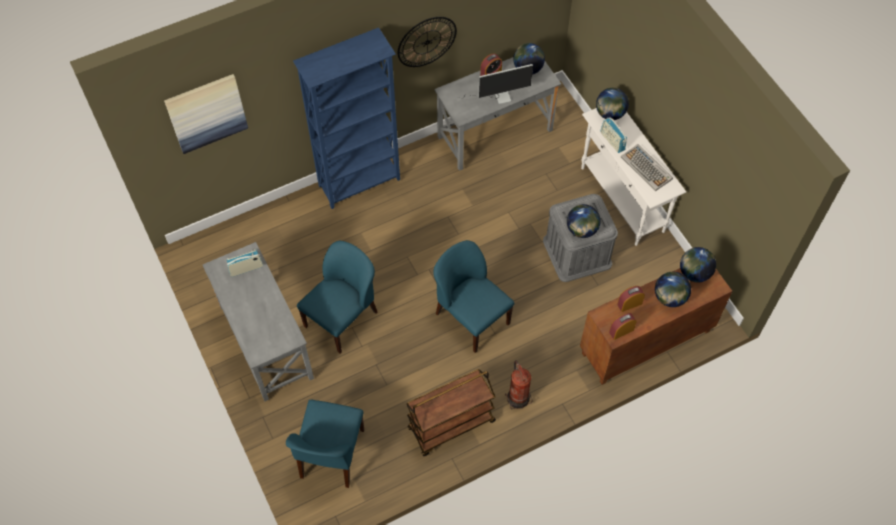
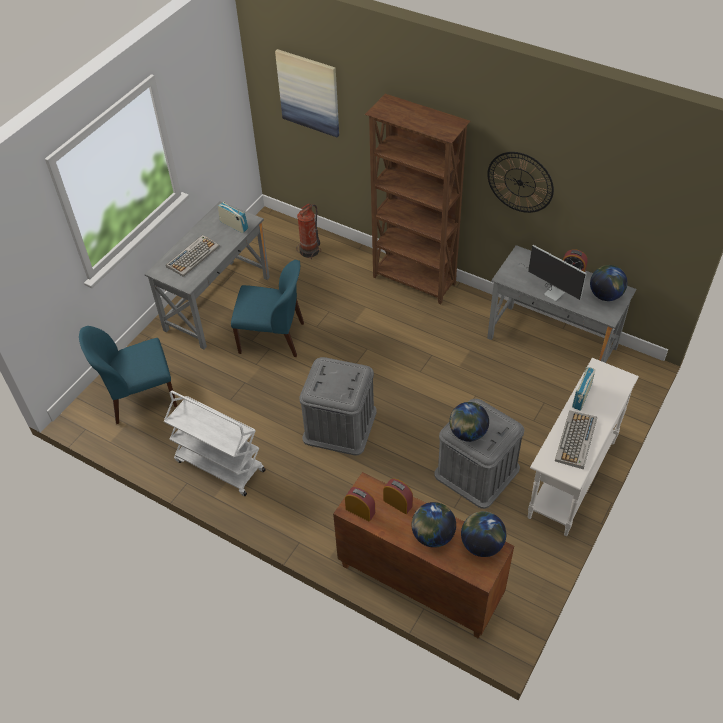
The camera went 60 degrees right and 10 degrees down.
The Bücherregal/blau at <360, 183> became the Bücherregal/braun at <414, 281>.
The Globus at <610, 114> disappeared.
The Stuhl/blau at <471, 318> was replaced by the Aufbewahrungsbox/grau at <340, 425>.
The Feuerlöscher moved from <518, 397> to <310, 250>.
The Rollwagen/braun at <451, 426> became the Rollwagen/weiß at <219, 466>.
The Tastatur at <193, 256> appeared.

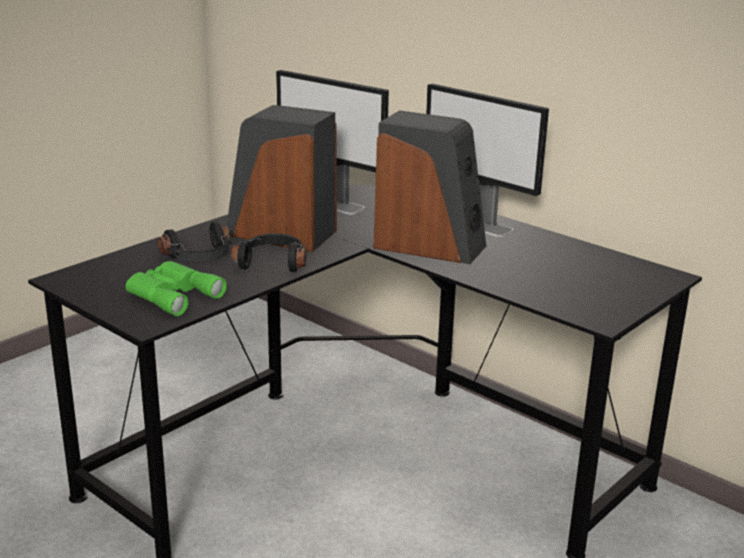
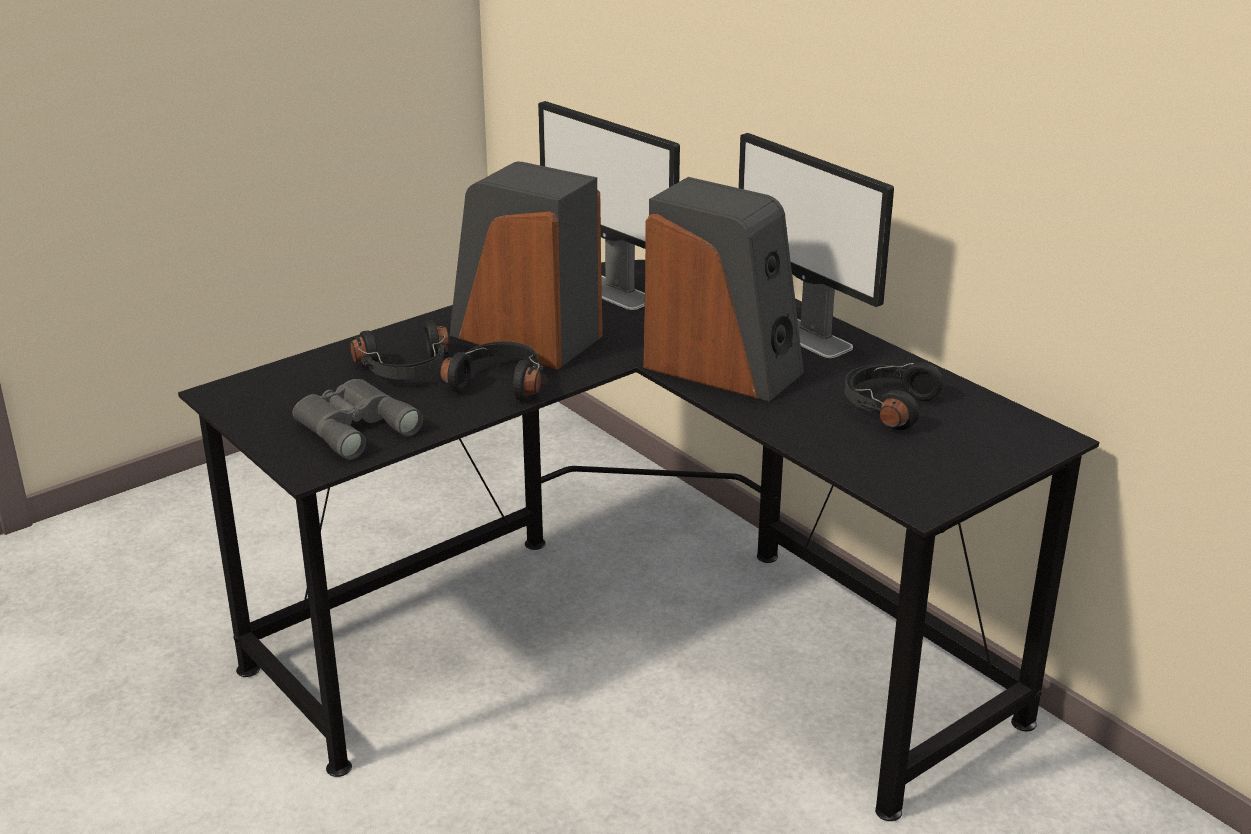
The camera went 10 degrees right and 5 degrees up.
The Fernglas/grün at <172, 294> became the Fernglas/grau at <353, 426>.
The Kopfhörer/schwarz at <887, 407> appeared.

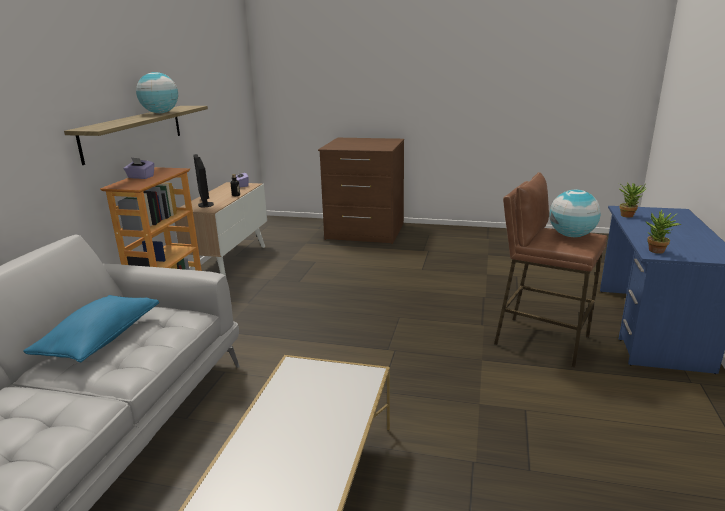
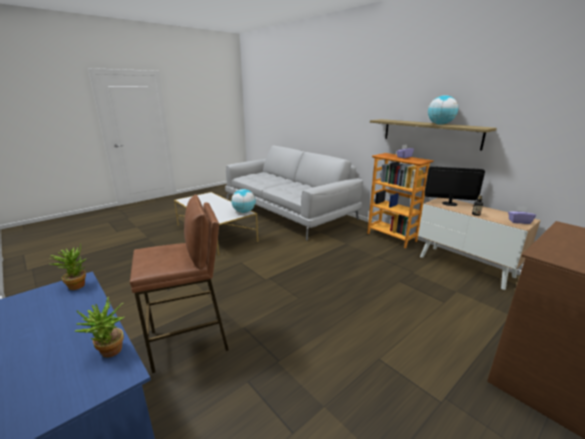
The camera went 125 degrees right and 0 degrees up.
The Globus moved from <571, 235> to <244, 212>.
The Kissen/blau at <100, 340> disappeared.

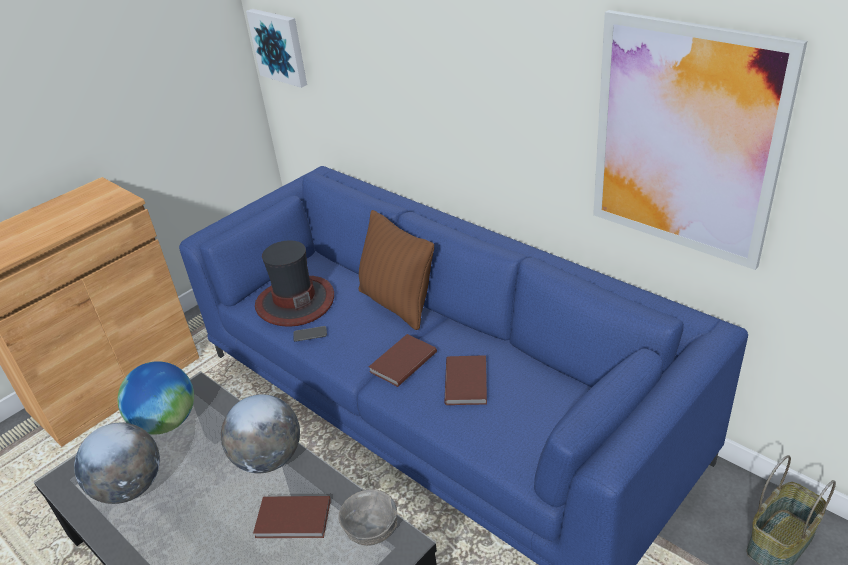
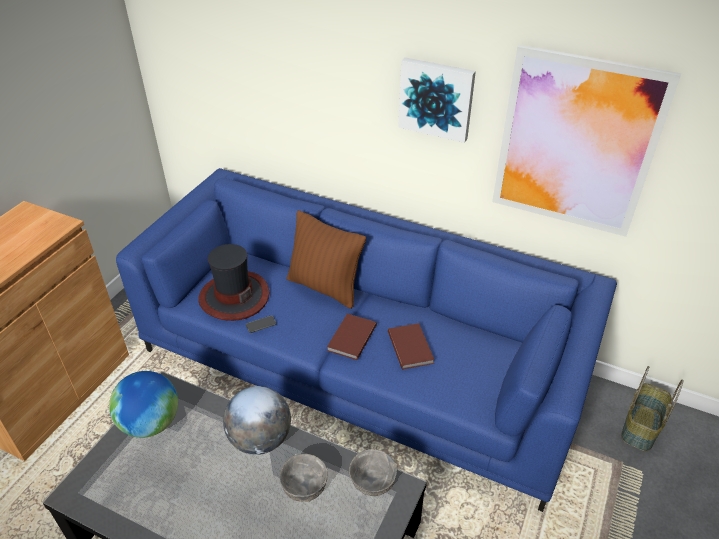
The camera went 20 degrees left and 5 degrees up.
The Bild moved from <279, 46> to <436, 98>.
The Globus at <130, 488> disappeared.
The Buch/braun at <294, 520> was replaced by the Schüssel/grau at <305, 487>.

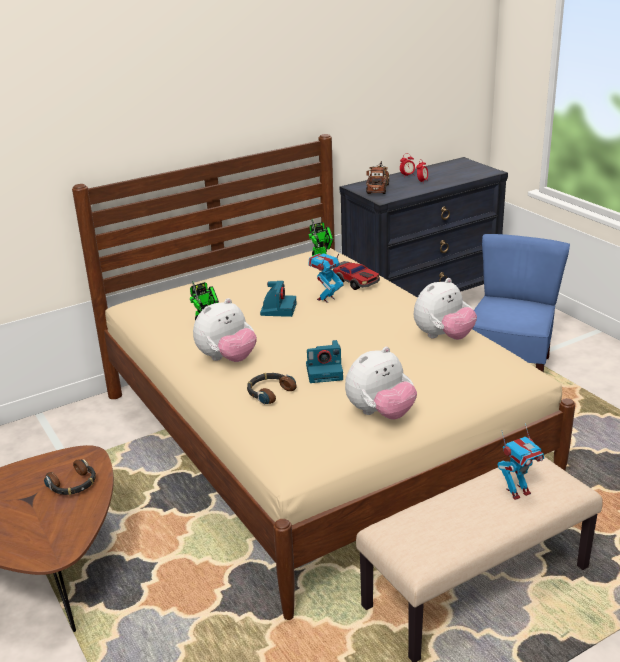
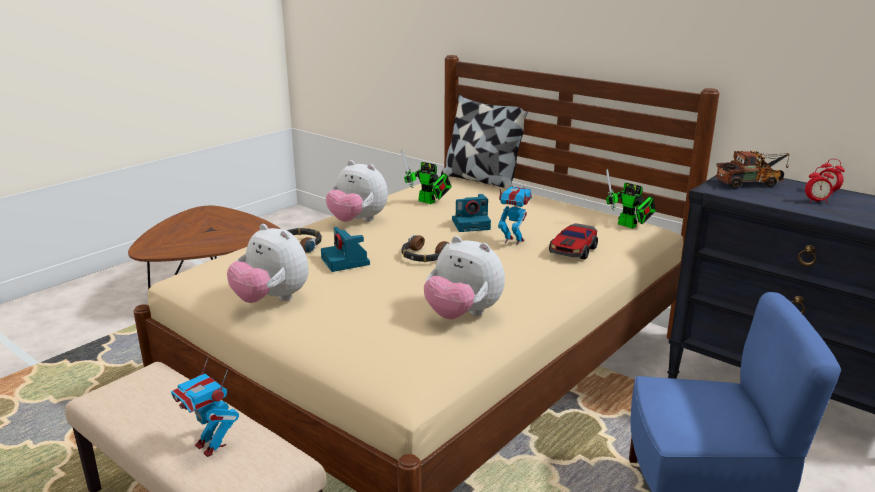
The camera went 70 degrees right and 5 degrees down.
The Kopfhörer moved from <73, 484> to <424, 256>.
The Kissen at <481, 180> appeared.

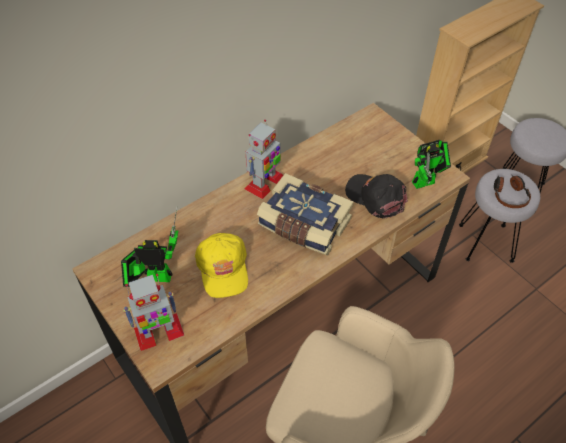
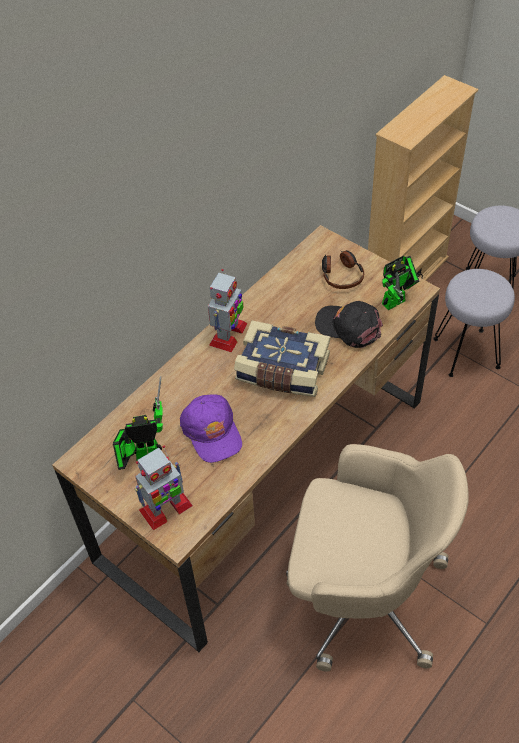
The camera went 10 degrees left and 0 degrees up.
The Kopfhörer moved from <509, 195> to <341, 275>.
The Kappe/gelb at <223, 268> became the Kappe/lila at <212, 432>.

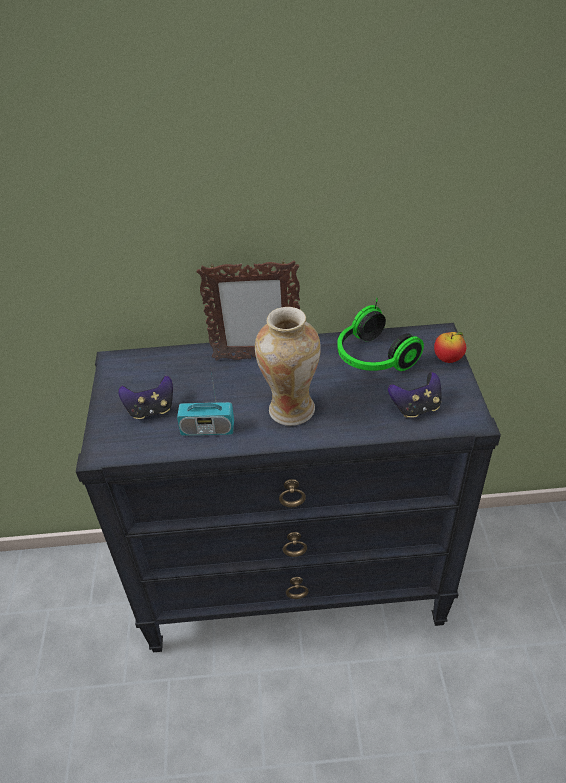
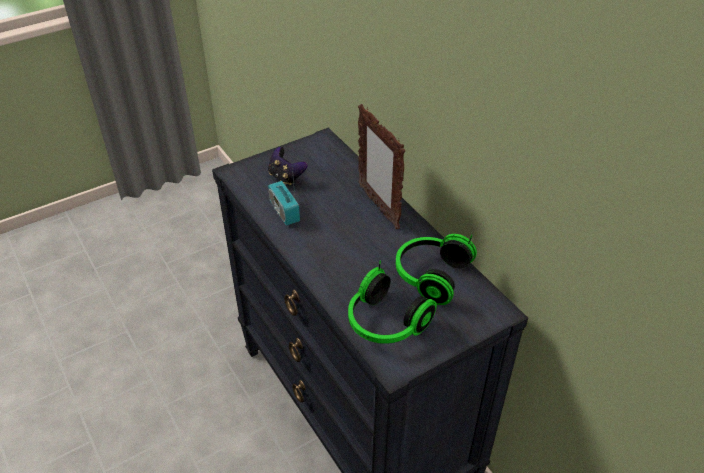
The camera went 60 degrees right and 0 degrees up.
The Vase at <291, 409> disappeared.
The Apfel at <448, 359> disappeared.
The Gamepad at <416, 408> was replaced by the Kopfhörer at <384, 323>.

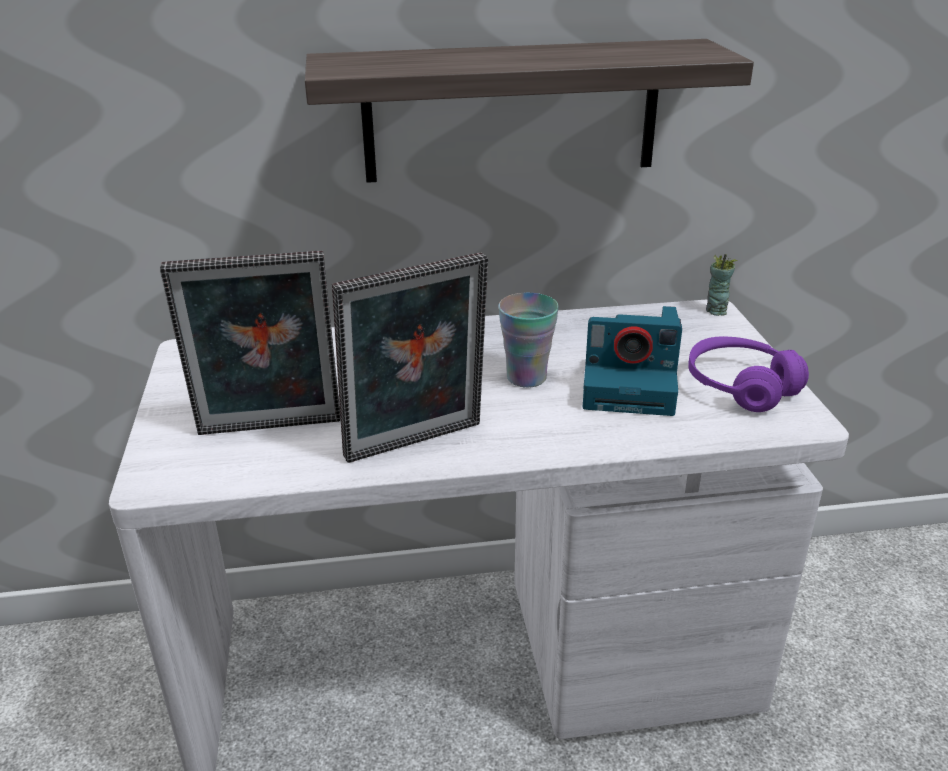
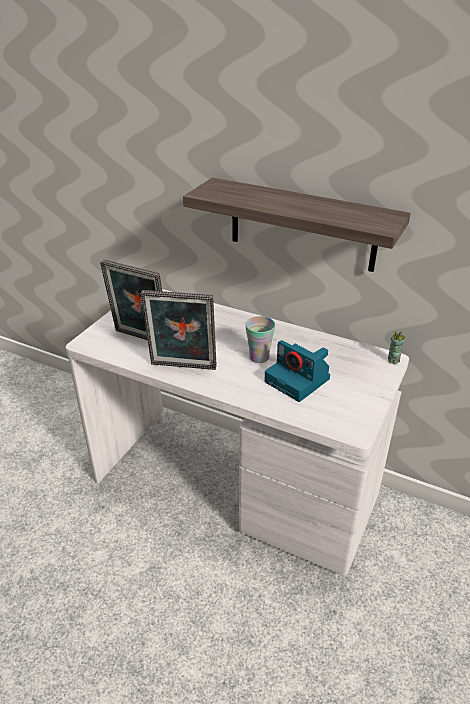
The camera went 35 degrees right and 5 degrees up.
The Kopfhörer/lila at <740, 387> disappeared.

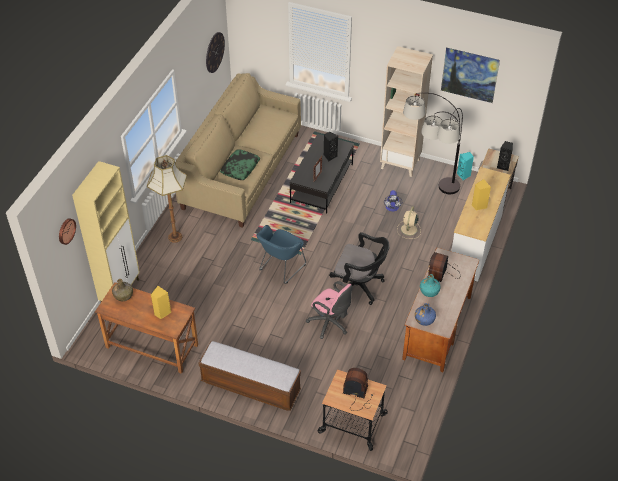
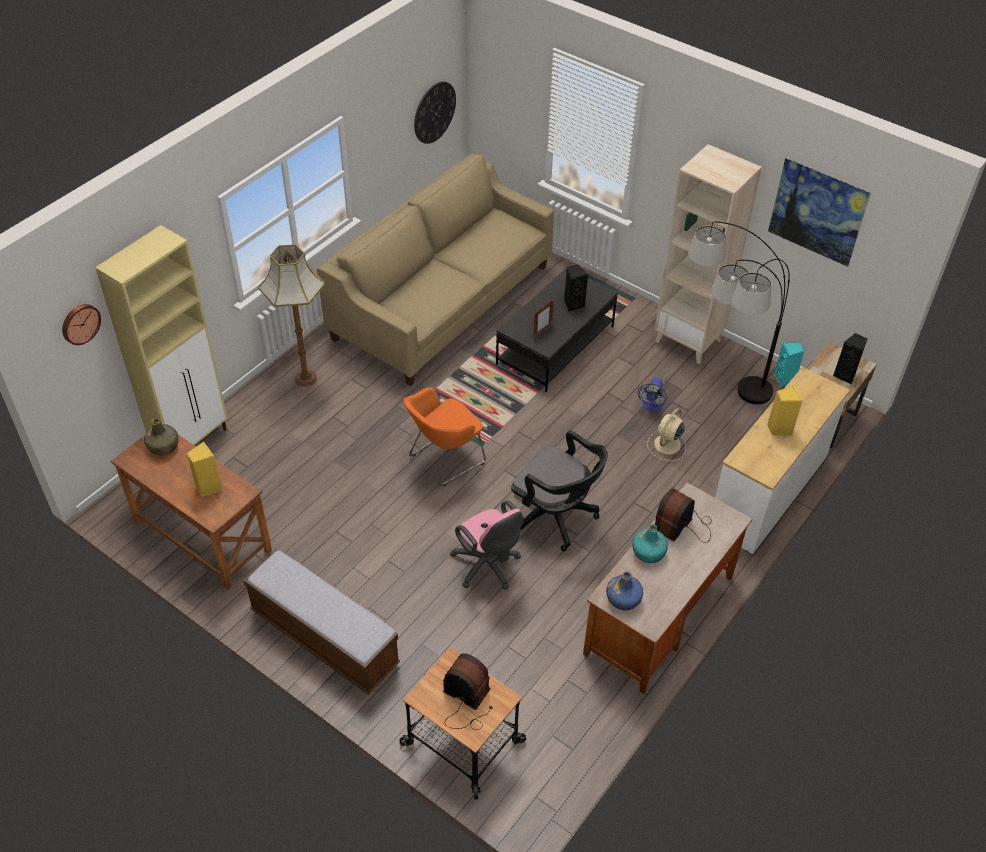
The camera went 15 degrees right and 0 degrees up.
The Kissen at <240, 168> disappeared.
The Sessel/blau at <280, 268> became the Sessel/orange at <443, 460>.

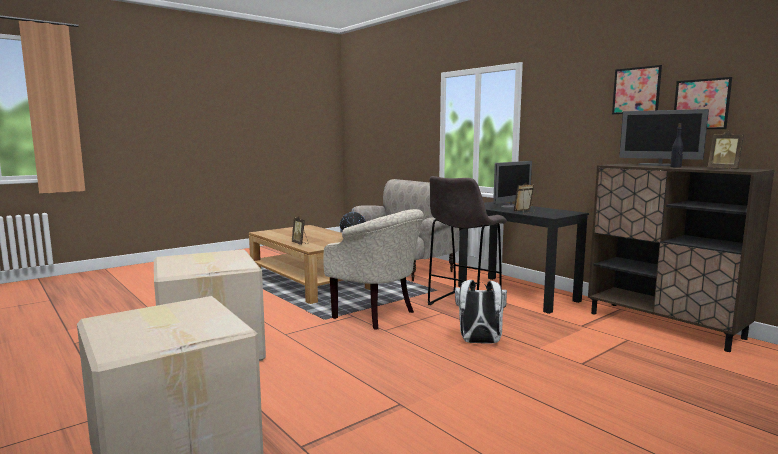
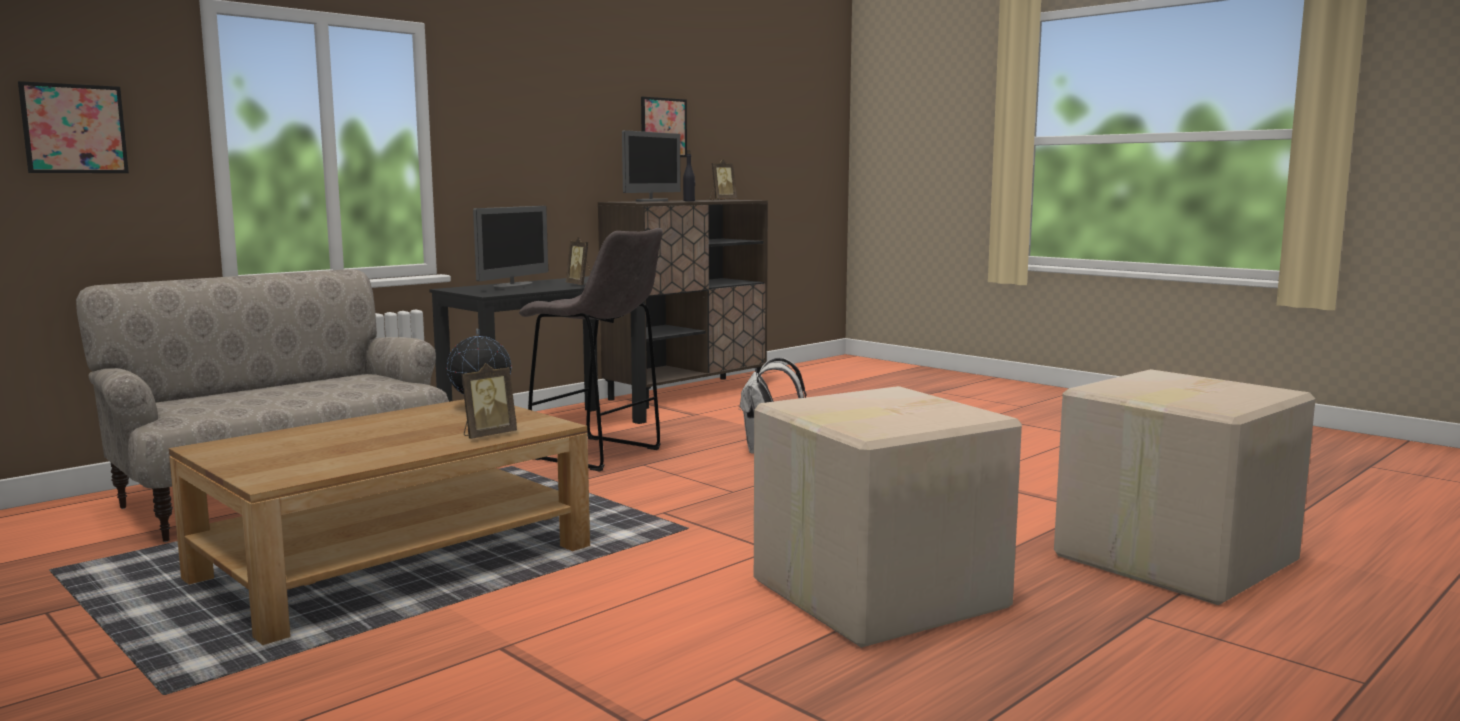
The camera went 95 degrees left and 0 degrees up.
The Bild moved from <636, 90> to <74, 129>.
The Monitor at <511, 206> turned 75 degrees clockwise.
The Sessel/beige at <378, 315> disappeared.

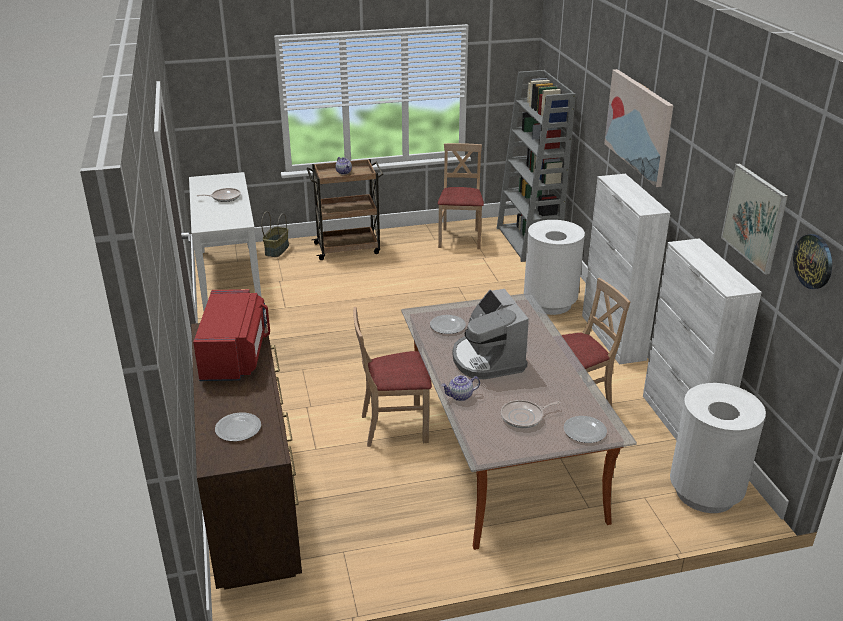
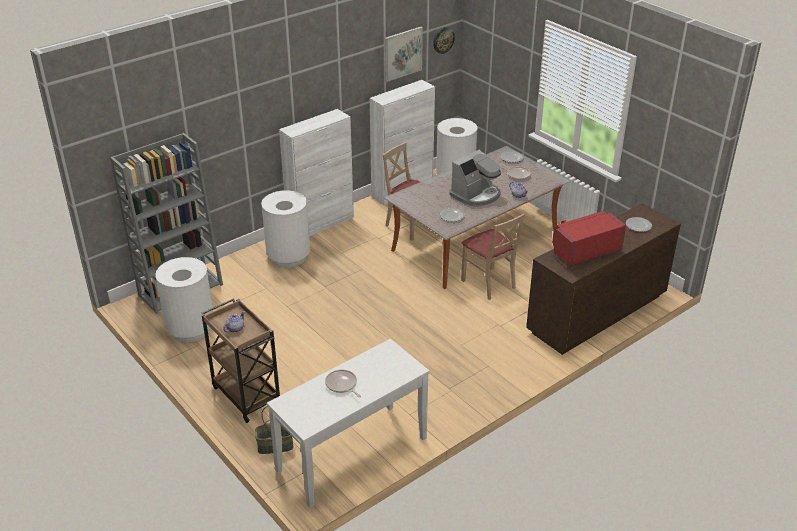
The camera went 115 degrees left and 5 degrees up.
The Bild at <639, 125> disappeared.
The Stuhl/beige at <460, 239> was replaced by the Mülleimer/weiß at <190, 329>.

